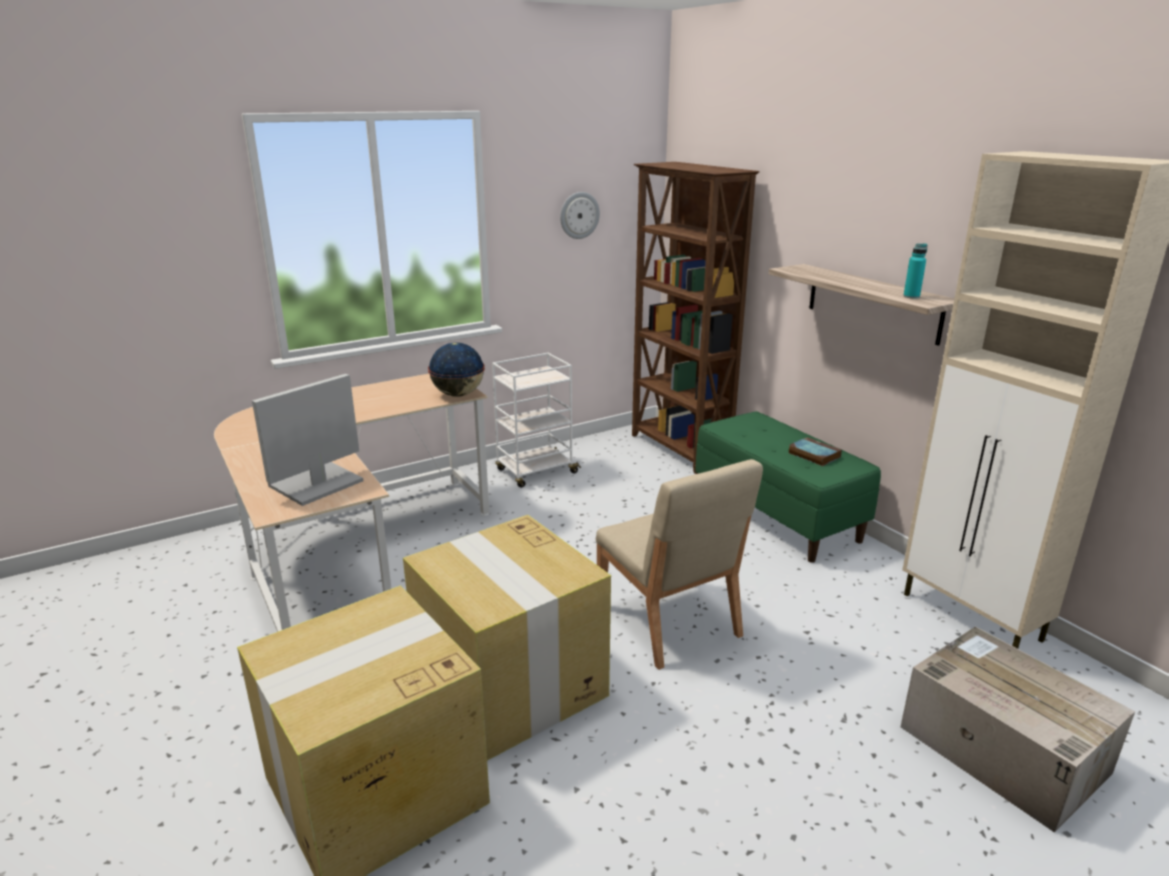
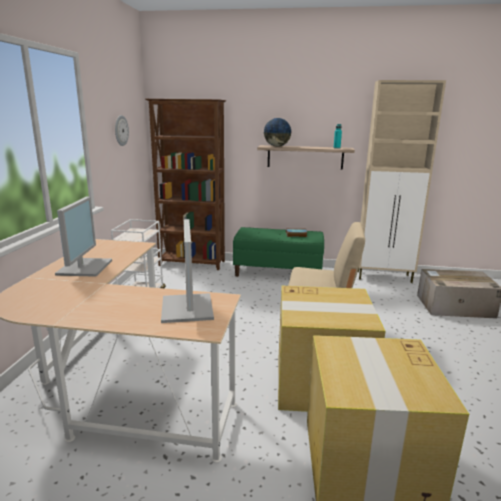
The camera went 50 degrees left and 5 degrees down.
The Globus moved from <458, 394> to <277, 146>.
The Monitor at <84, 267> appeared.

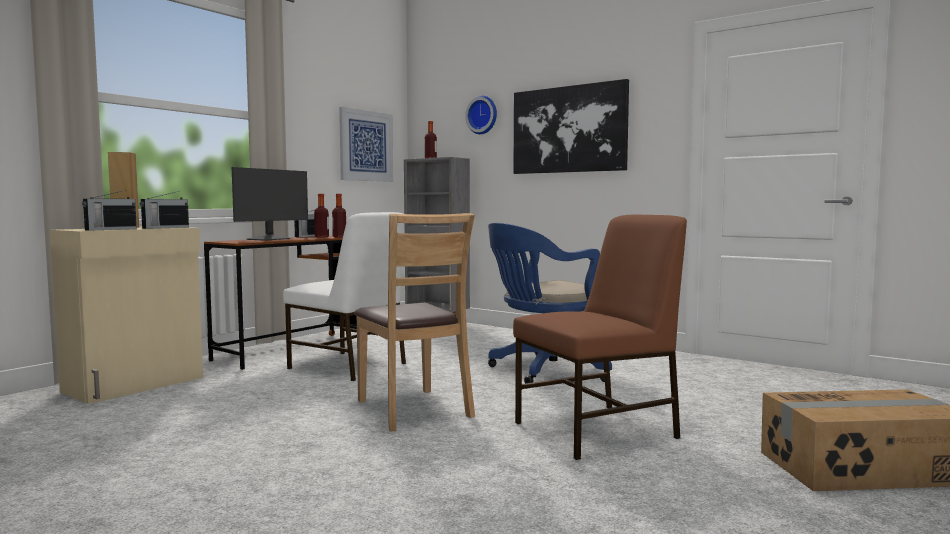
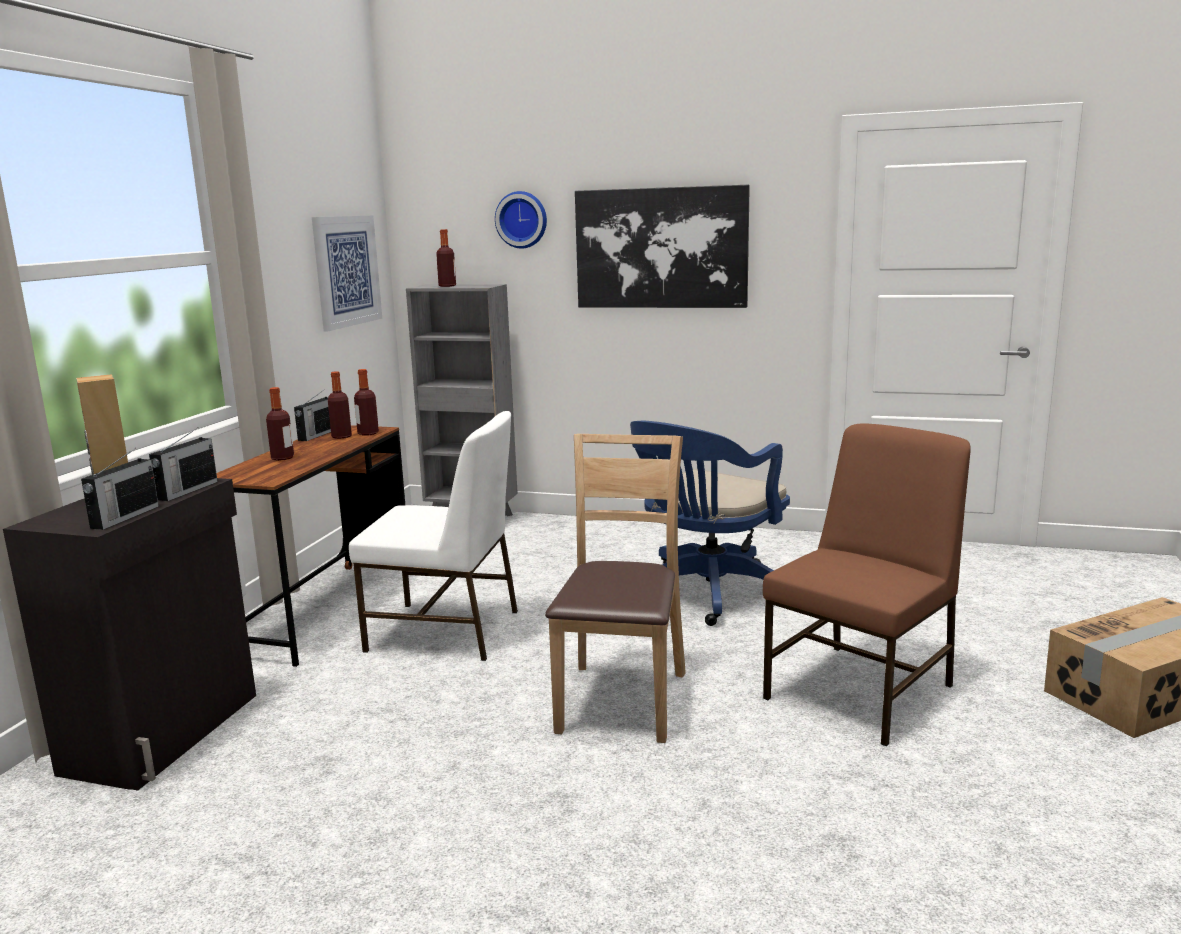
The camera went 20 degrees left and 10 degrees up.
The Monitor at <269, 239> was replaced by the Flasche at <282, 458>.
The Stuhl/braun at <413, 409> turned 120 degrees counterclockwise.
The Schrank/beige at <136, 385> became the Schrank/schwarz at <166, 732>.

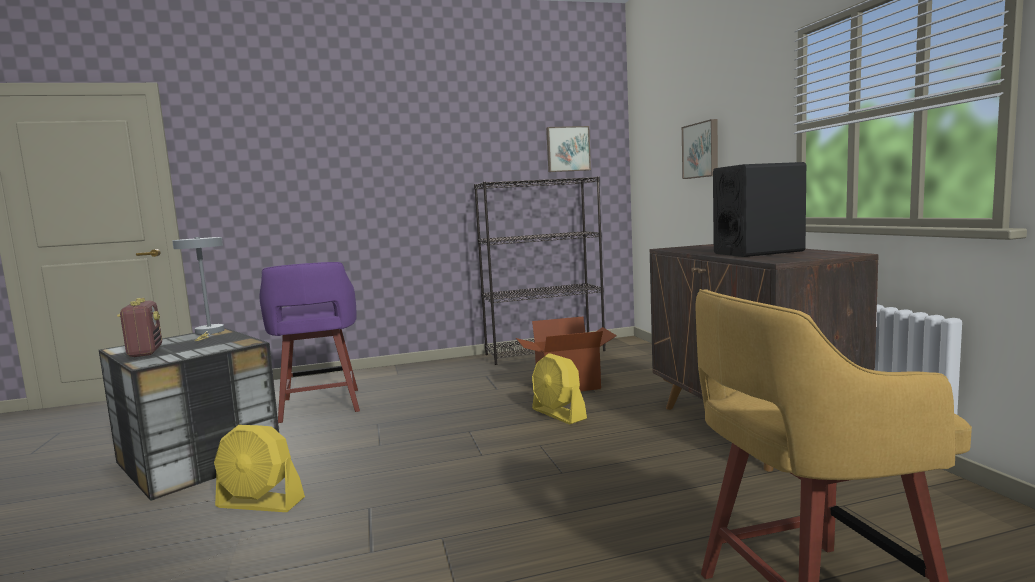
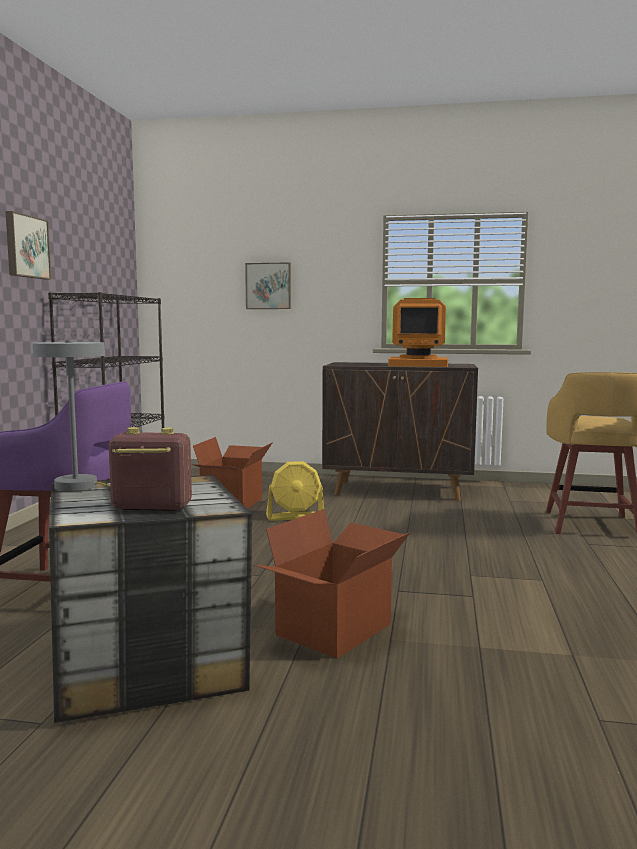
The camera went 65 degrees left and 0 degrees up.
The Bild moved from <567, 149> to <26, 247>.
The Lautsprecher/schwarz at <758, 252> was replaced by the Monitor at <418, 364>.
The Ventilator/gelb at <260, 503> was replaced by the Karton at <335, 630>.

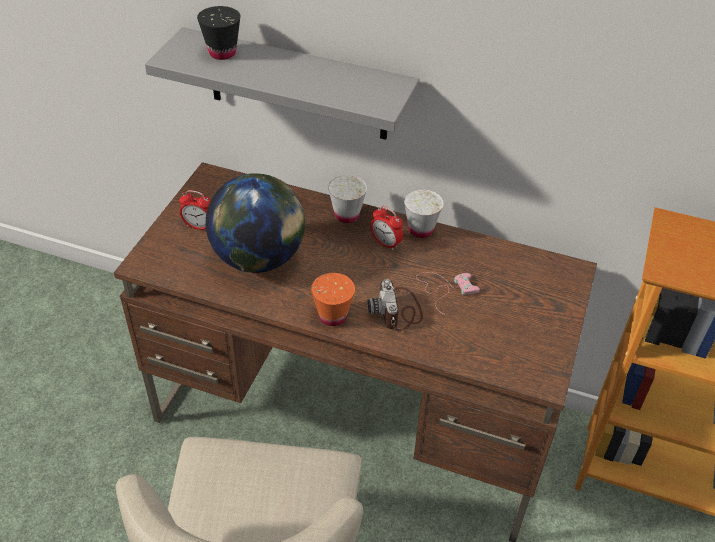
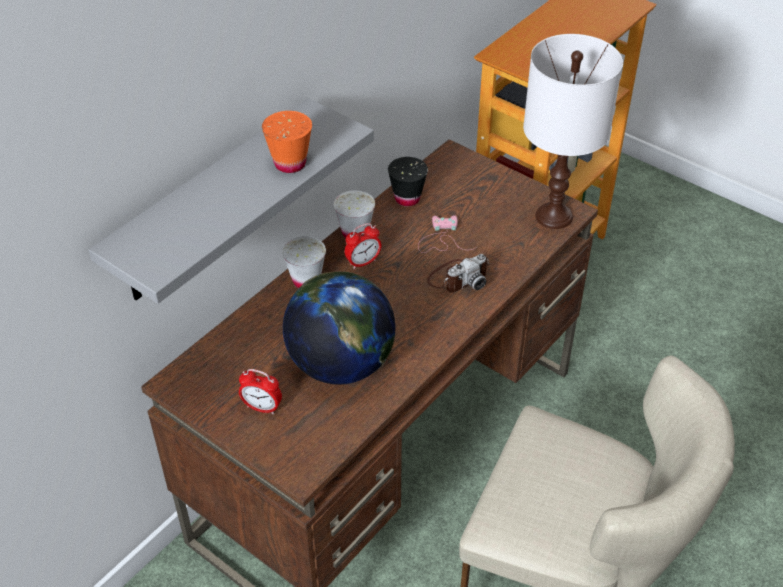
The camera went 70 degrees left and 0 degrees up.
The Tasse/schwarz moved from <222, 53> to <407, 198>.
The Wecker at <199, 226> turned 75 degrees clockwise.
The Tasse/orange moved from <332, 316> to <290, 163>.
The Kamera at <397, 311> turned 45 degrees counterclockwise.
The Tischlampe/weiß at <554, 216> appeared.

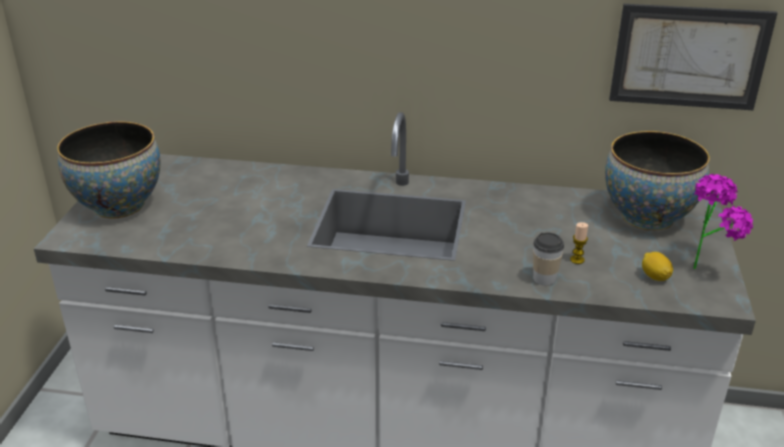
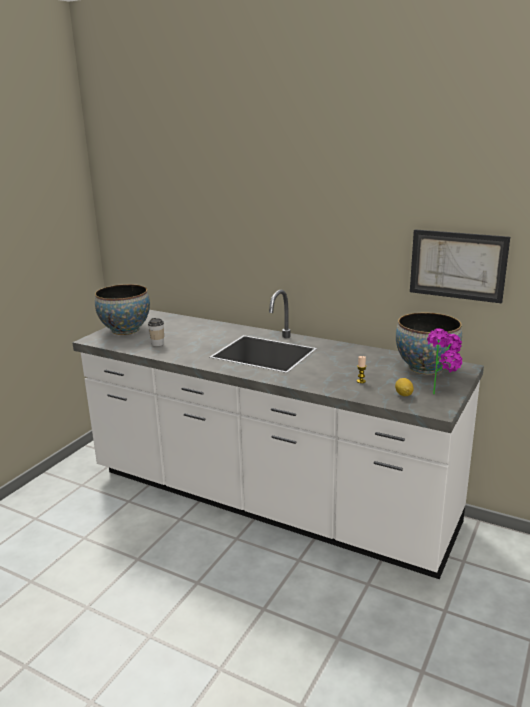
The camera went 20 degrees right and 10 degrees down.
The Tasse moved from <544, 279> to <157, 344>.

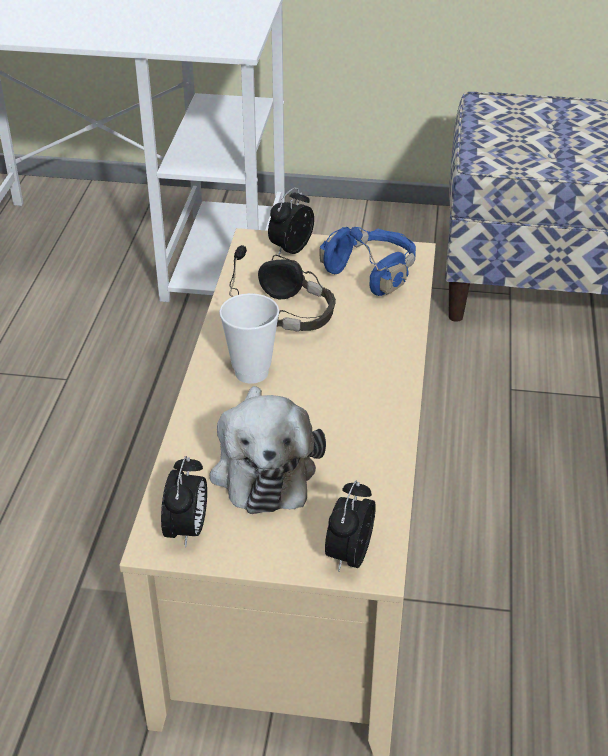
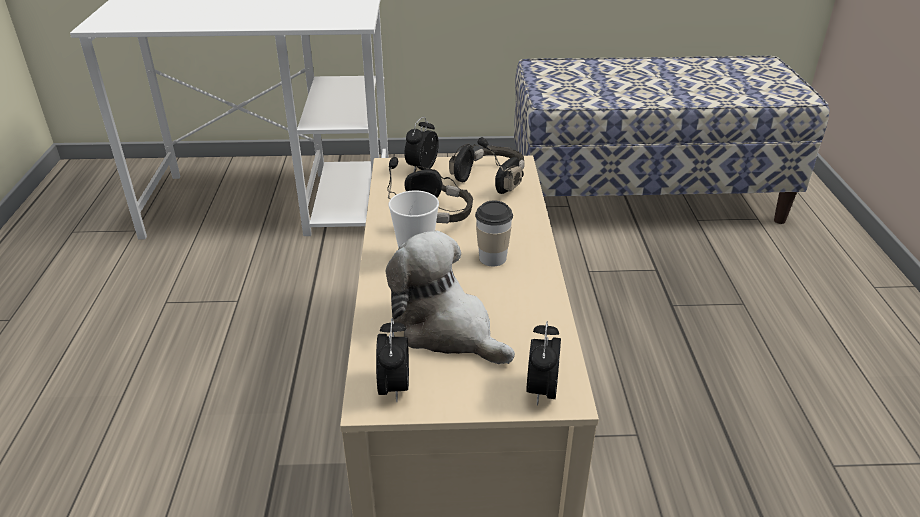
The camera went 10 degrees left and 5 degrees down.
The Kopfhörer/blau at <373, 273> became the Kopfhörer/schwarz at <492, 179>.
The Plüschtier at <263, 468> turned 150 degrees clockwise.
The Tasse at <492, 258> appeared.

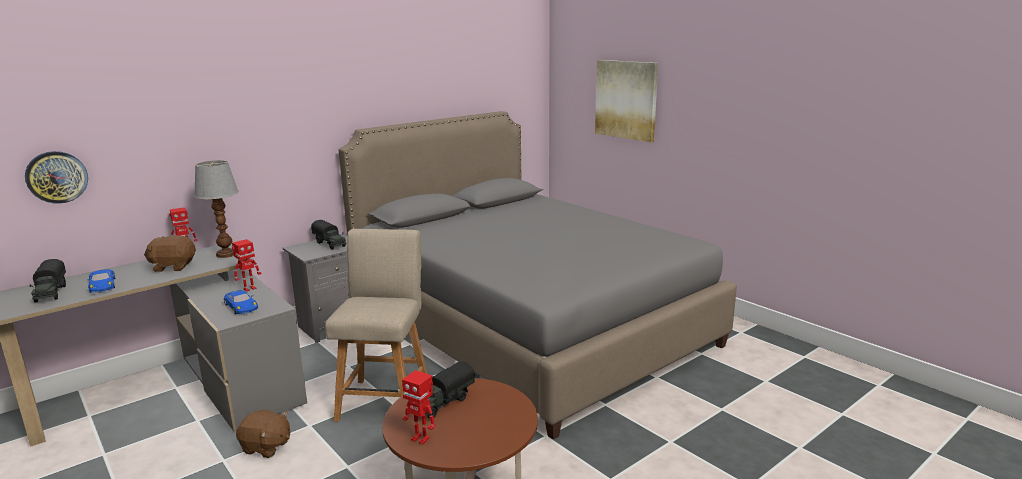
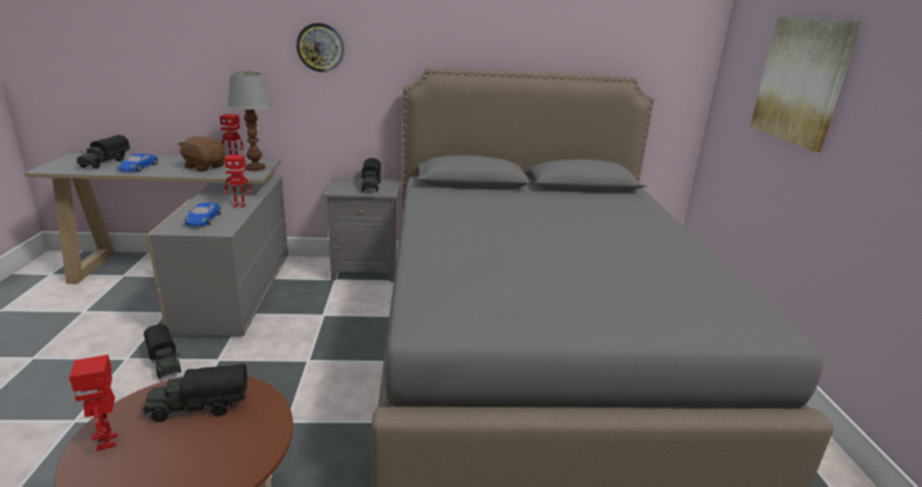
The camera went 35 degrees right and 5 degrees up.
The Wanduhr moved from <57, 177> to <320, 47>.
The Stuhl/beige at <385, 399> disappeared.
The Plüschtier/braun at <266, 447> was replaced by the Spielzeuglaster at <165, 363>.

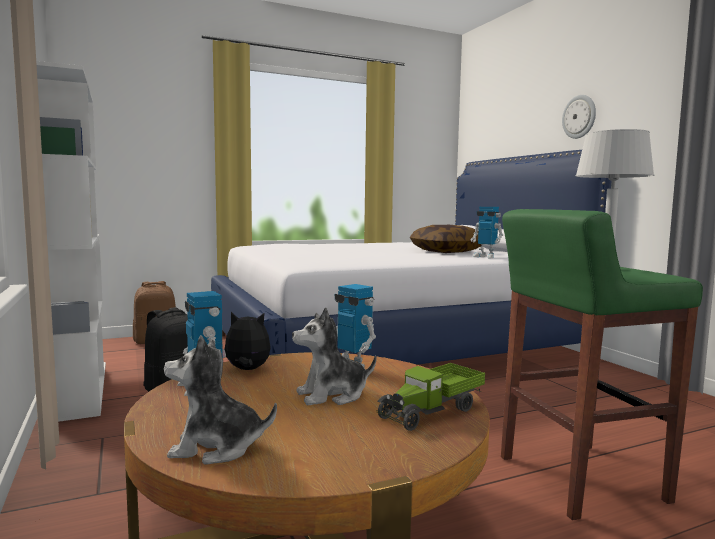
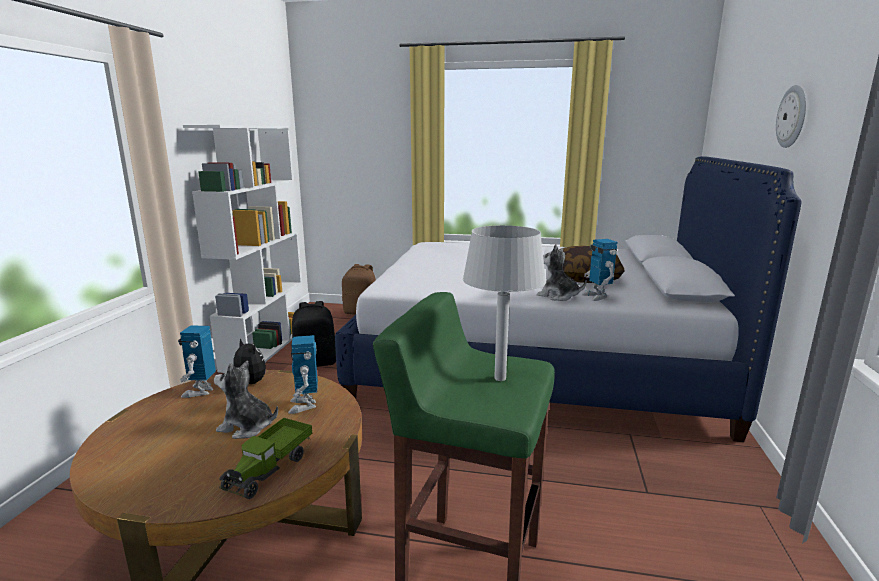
The camera went 35 degrees right and 10 degrees up.
The Plüschtier moved from <216, 447> to <558, 296>.
The Spielzeuglaster at <432, 411> turned 60 degrees counterclockwise.

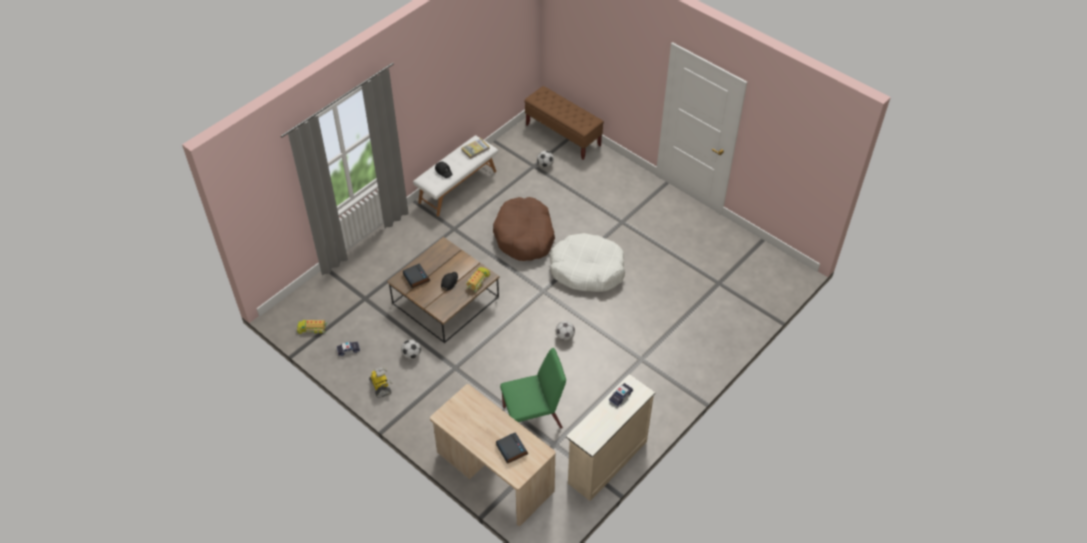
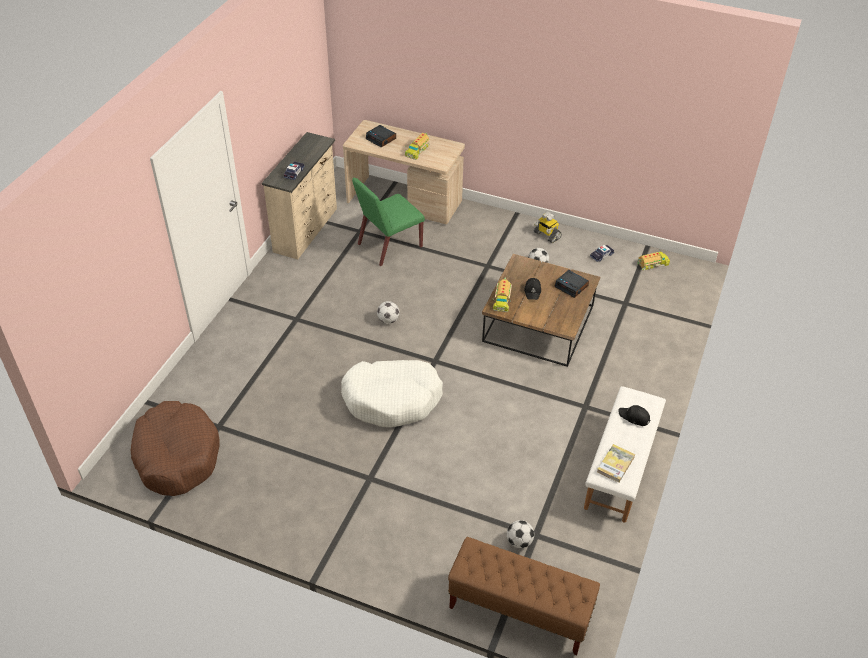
The camera went 160 degrees right and 5 degrees down.
The Hundebett/braun moved from <524, 236> to <176, 455>.
The Spielzeuglaster at <417, 150> appeared.

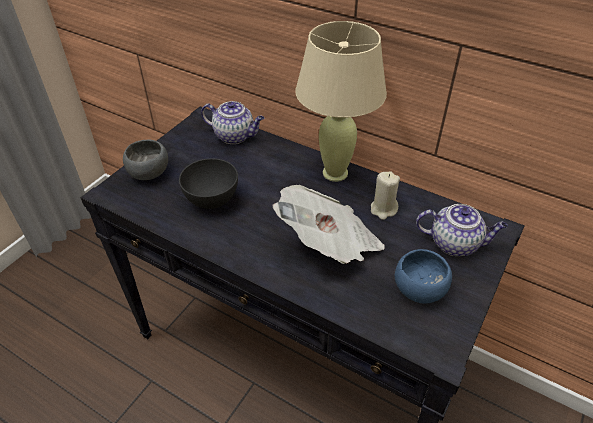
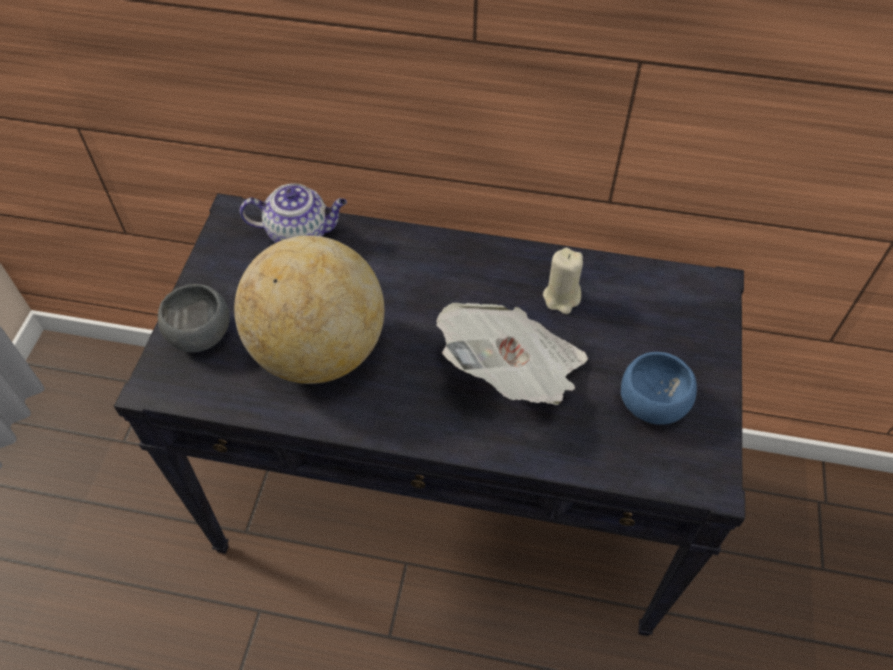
The camera went 20 degrees left and 10 degrees up.
The Tischlampe/beige at <335, 173> disappeared.
The Schüssel/grau at <212, 200> was replaced by the Globus at <319, 351>.
The Teekanne at <455, 243> disappeared.

